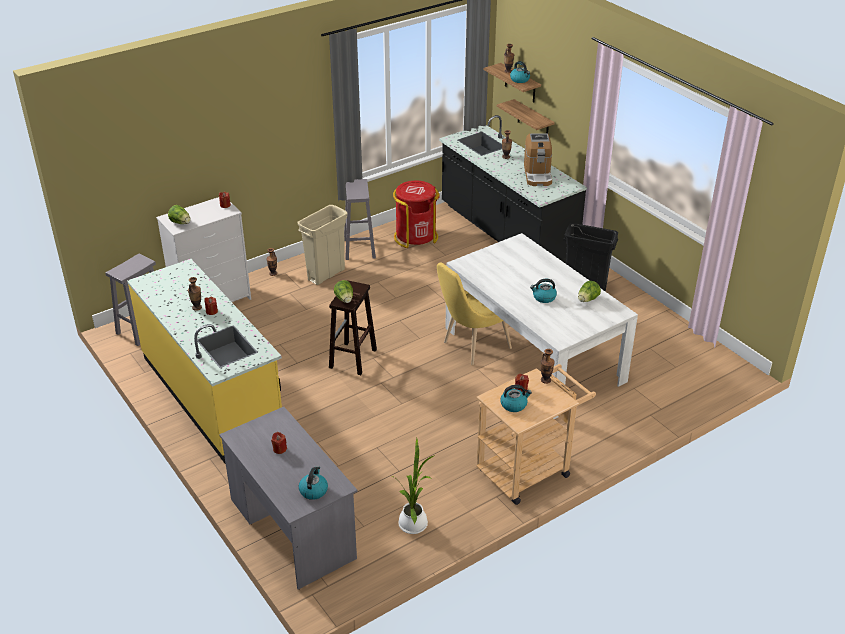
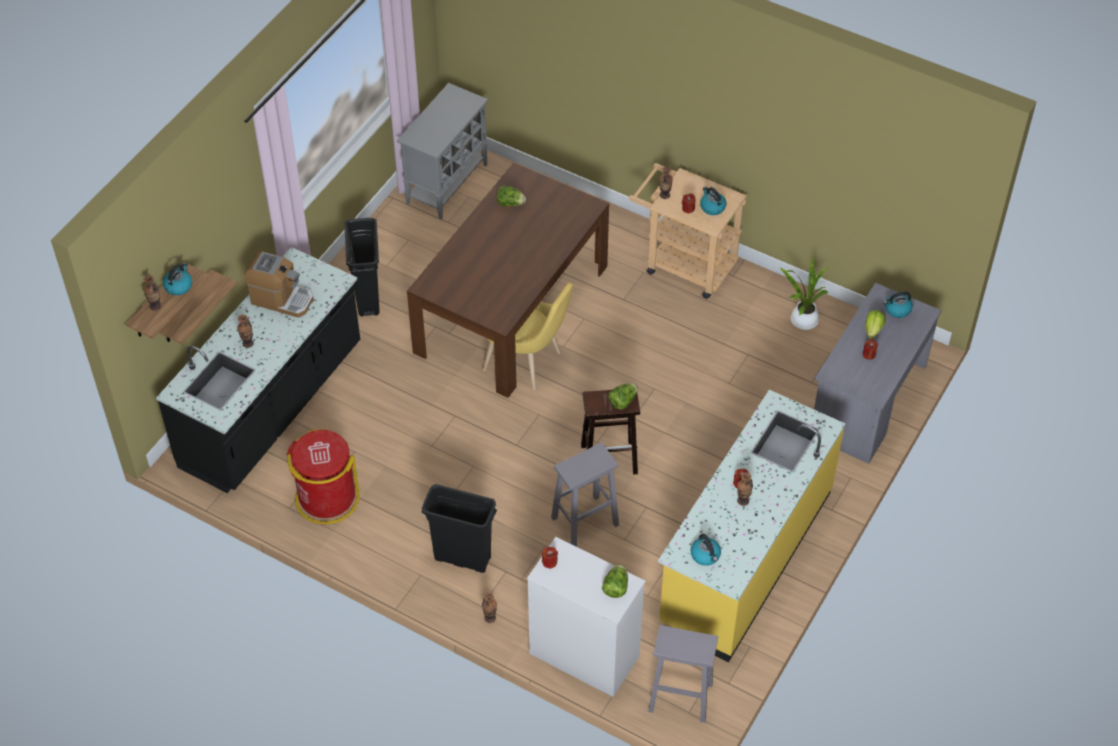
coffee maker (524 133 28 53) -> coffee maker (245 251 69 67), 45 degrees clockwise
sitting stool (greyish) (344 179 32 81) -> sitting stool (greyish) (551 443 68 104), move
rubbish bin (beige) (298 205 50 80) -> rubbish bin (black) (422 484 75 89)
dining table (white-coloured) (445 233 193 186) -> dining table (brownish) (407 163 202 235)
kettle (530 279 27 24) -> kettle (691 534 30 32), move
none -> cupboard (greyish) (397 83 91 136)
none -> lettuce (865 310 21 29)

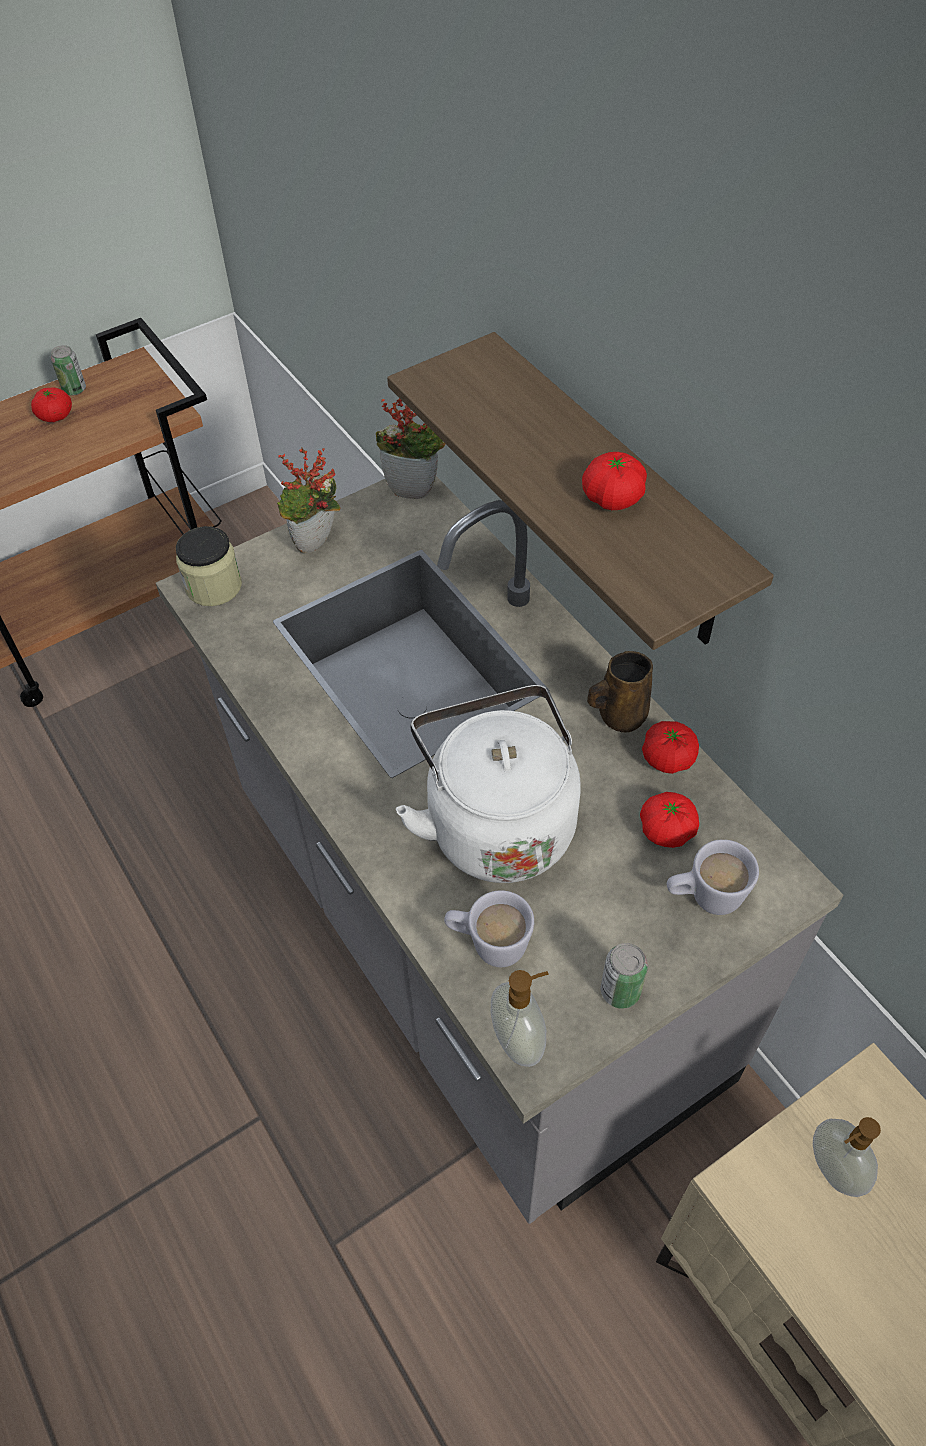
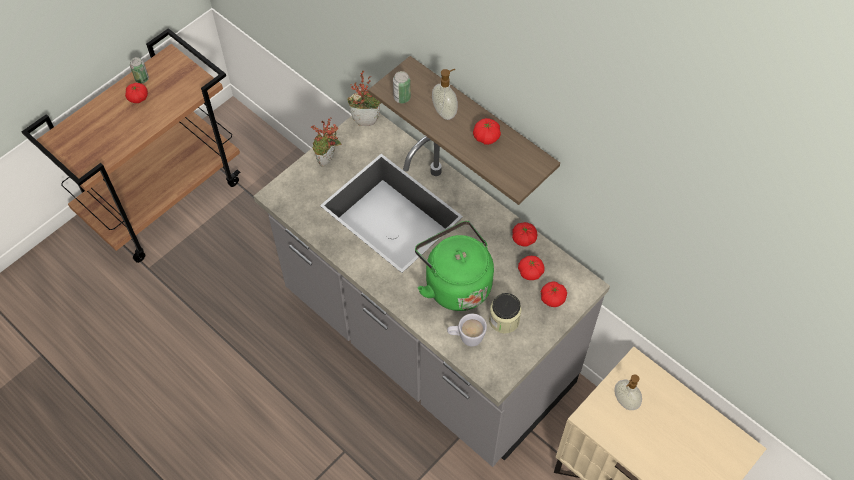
preserve jar (176 526 66 80) -> preserve jar (489 293 33 41), move
tea mug (brownish) (587 651 66 82) -> none
kettle (white-coloured) (396 685 185 198) -> kettle (greenish) (415 221 79 90)
tea mug (white-coloured) (667 839 92 76) -> fresh tomato (541 281 26 26)
sealed can (601 943 47 66) -> sealed can (393 71 18 32), move
liquid soap bottle (491 970 58 97) -> liquid soap bottle (432 69 26 51), move

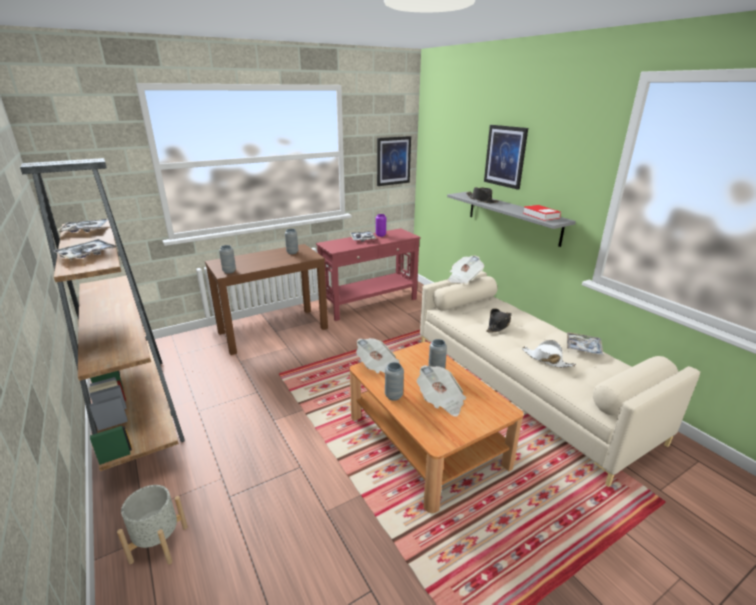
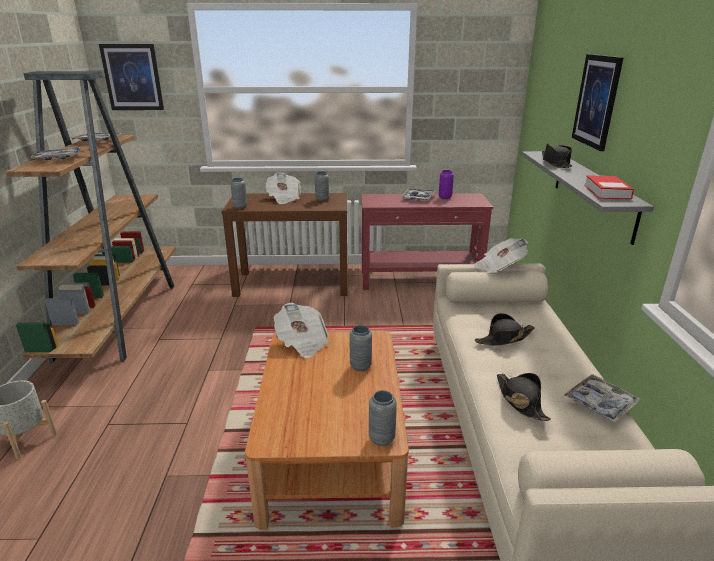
wall picture (377 136 34 50) -> wall picture (99 44 65 66), move
hat (white-coloured) (522 340 54 28) -> hat (black) (497 373 54 48)
decorative vase (greyish) (385 362 19 39) -> decorative vase (greyish) (369 390 28 56), move
newspaper (417 365 49 52) -> newspaper (265 173 36 31), move

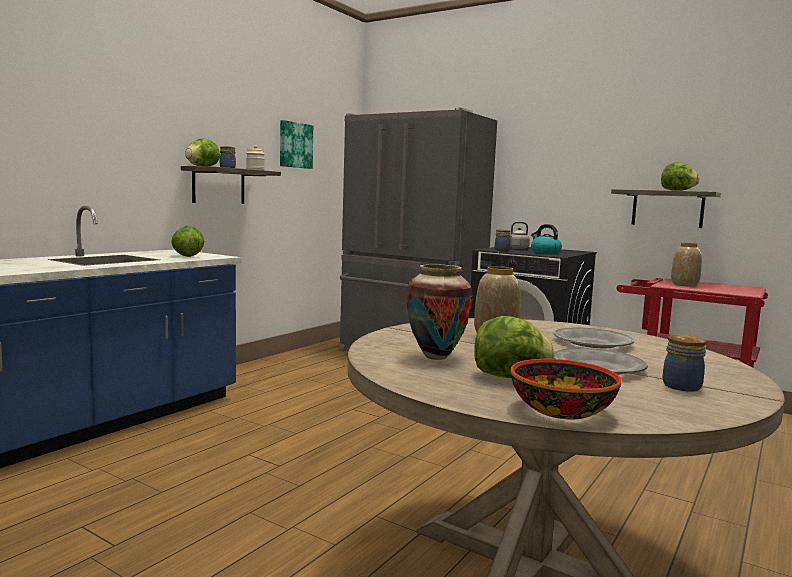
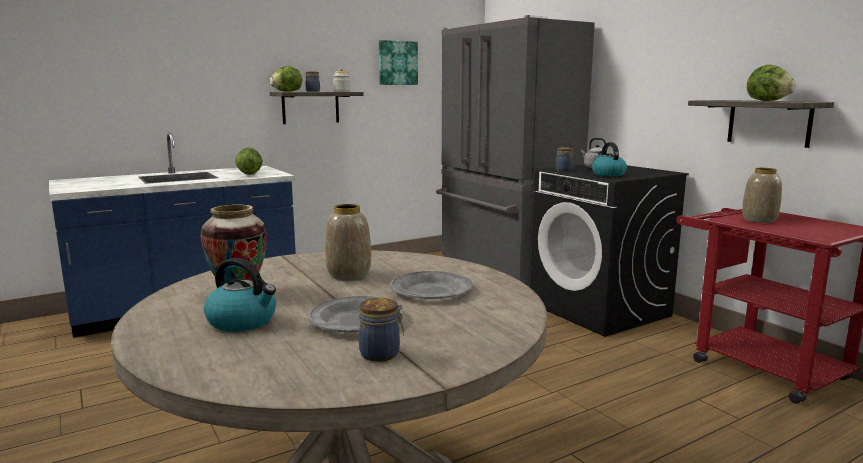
lettuce (474 316 81 62) -> kettle (204 258 72 74)
bowl (511 359 110 60) -> none

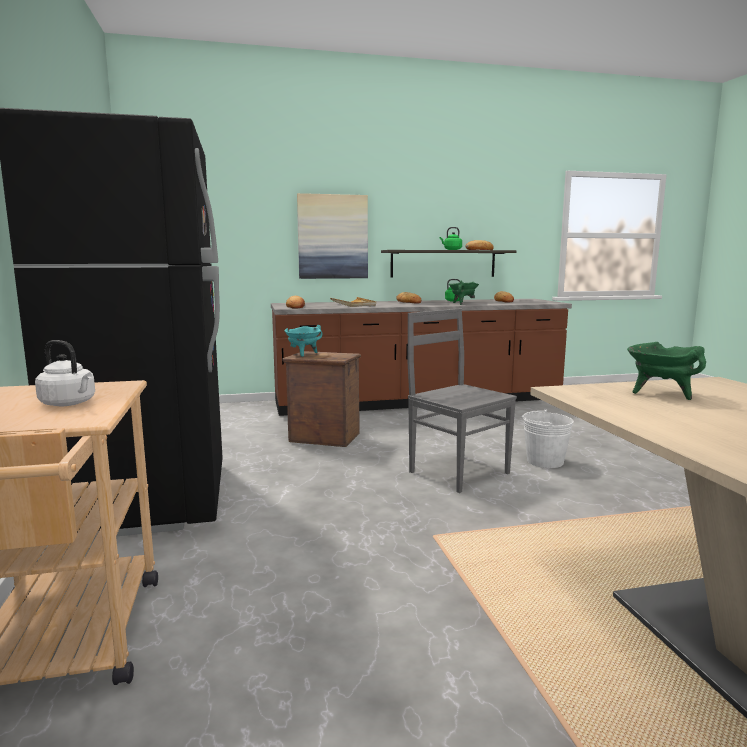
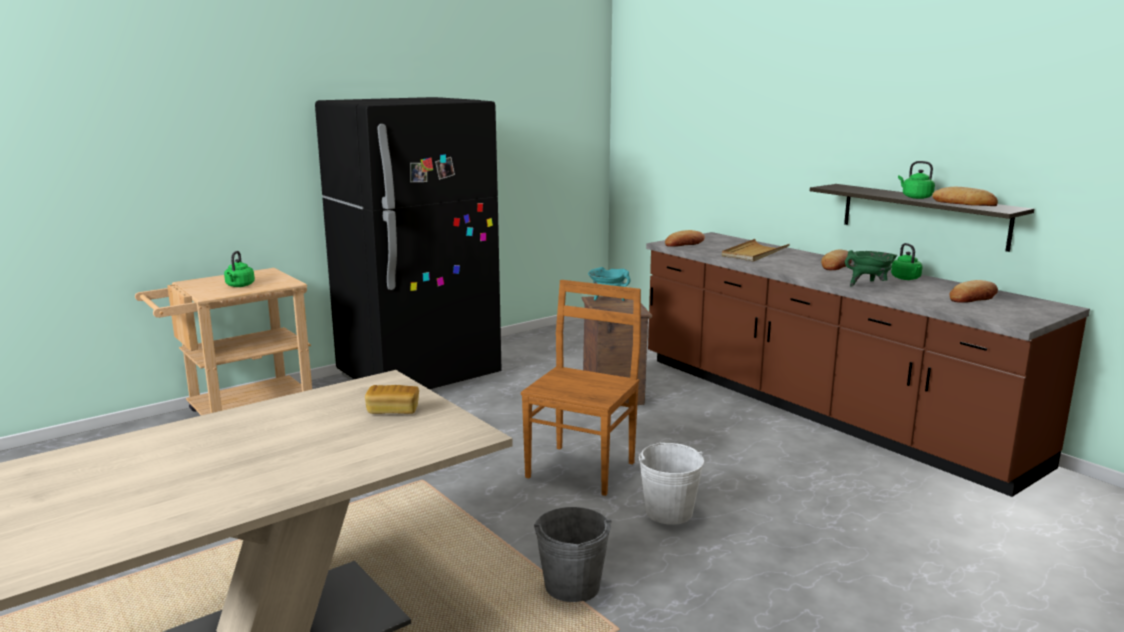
wall picture (297 193 71 86) -> none
upright chair (greyish) (408 309 109 184) -> upright chair (brownish) (521 280 120 216)
kettle (white-coloured) (35 340 60 66) -> kettle (greenish) (224 251 31 36)
stockpot (greenish) (627 342 79 58) -> bakery bread (365 385 54 29)
none -> pail (greyish) (534 507 77 95)

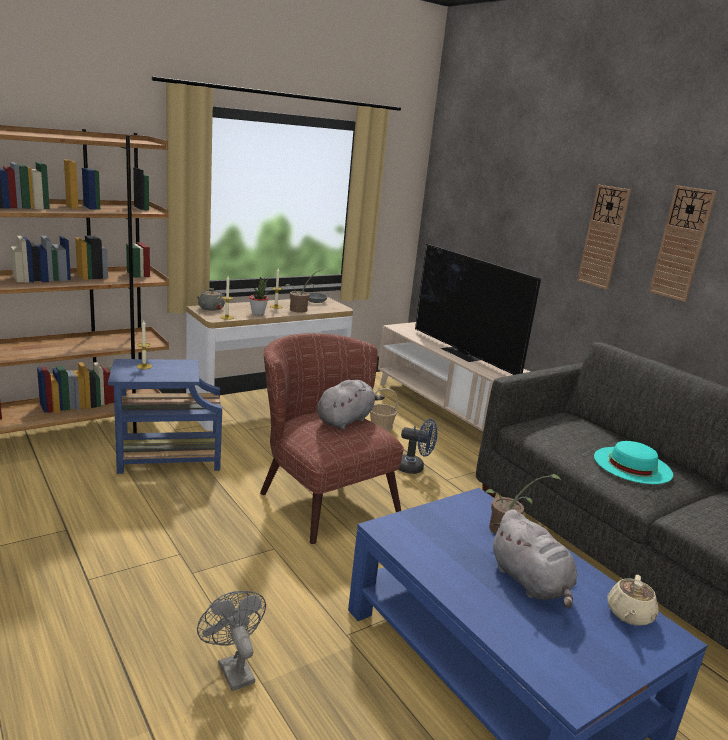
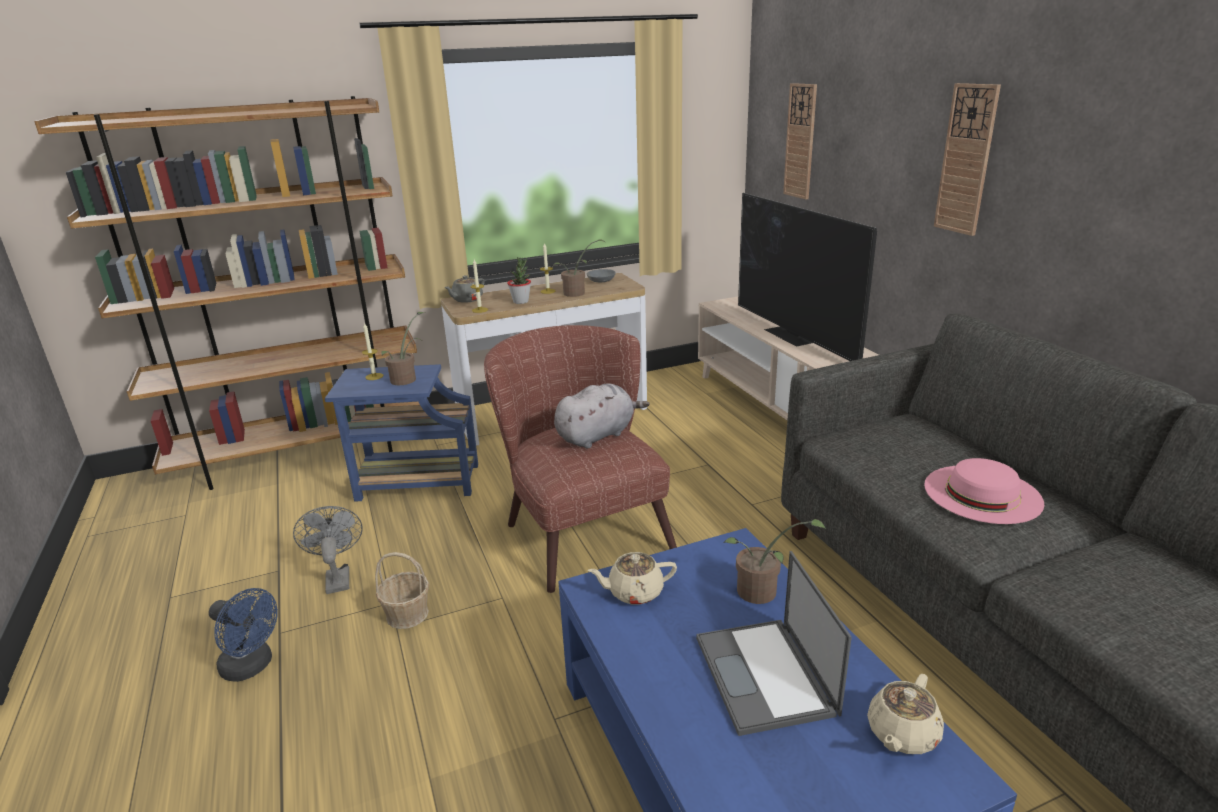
hanging clock (649 186 68 116) -> hanging clock (783 83 34 117), move
basket (370 388 28 43) -> basket (375 552 54 77), move
electric fan (blue-coloured) (398 419 39 55) -> electric fan (blue-coloured) (209 588 69 94), move
hat (blue-green) (594 441 79 43) -> hat (pinkish) (924 458 120 66)
plush toy (greyish) (491 509 86 100) -> portable computer (696 551 156 185)
electric fan (greyish) (197 591 69 100) -> electric fan (greyish) (293 506 70 88), move
none -> plant in a pot (381 312 46 73)
none -> teapot (beige) (587 552 90 53)

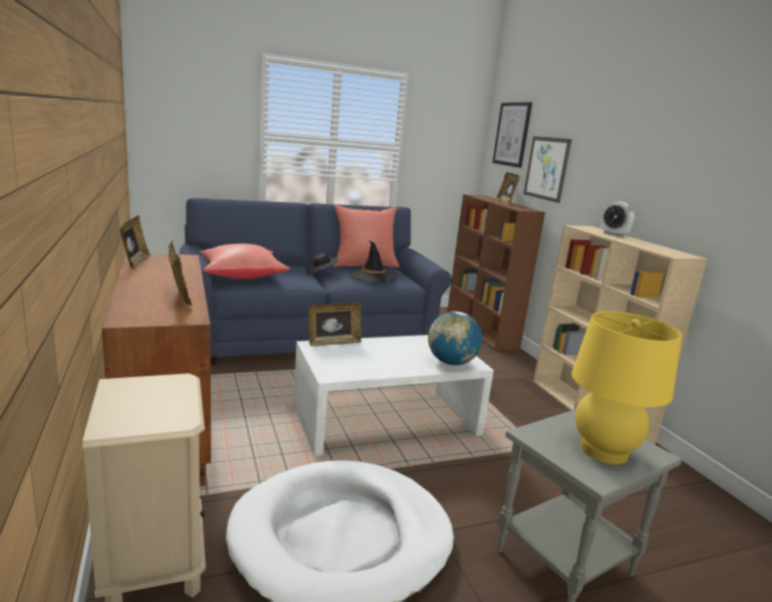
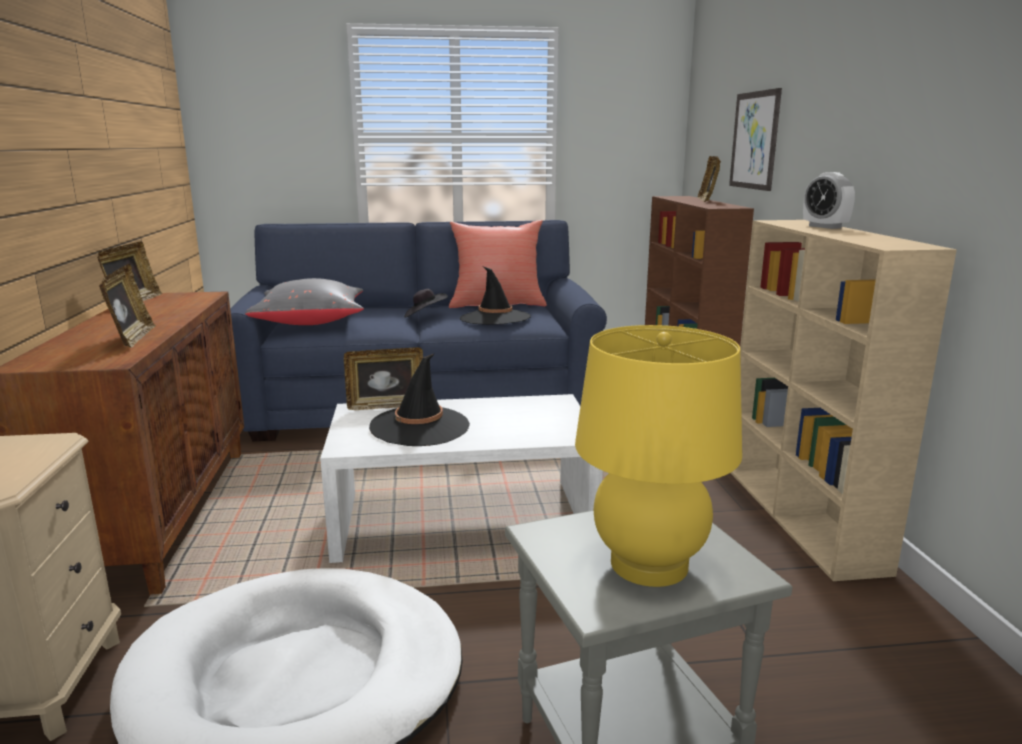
wall picture (492 102 40 66) -> none
throw pillow (red-coloured) (200 244 90 35) -> throw pillow (greyish) (245 278 119 47)
desk globe (428 311 54 54) -> none
none -> hat (black) (369 353 101 93)

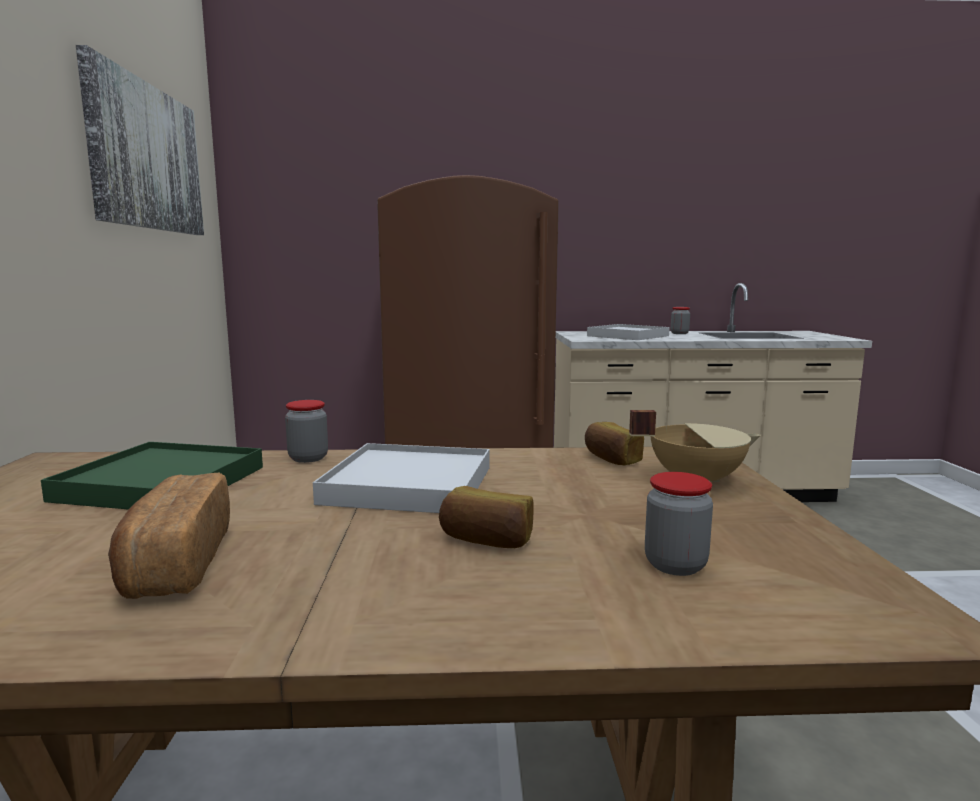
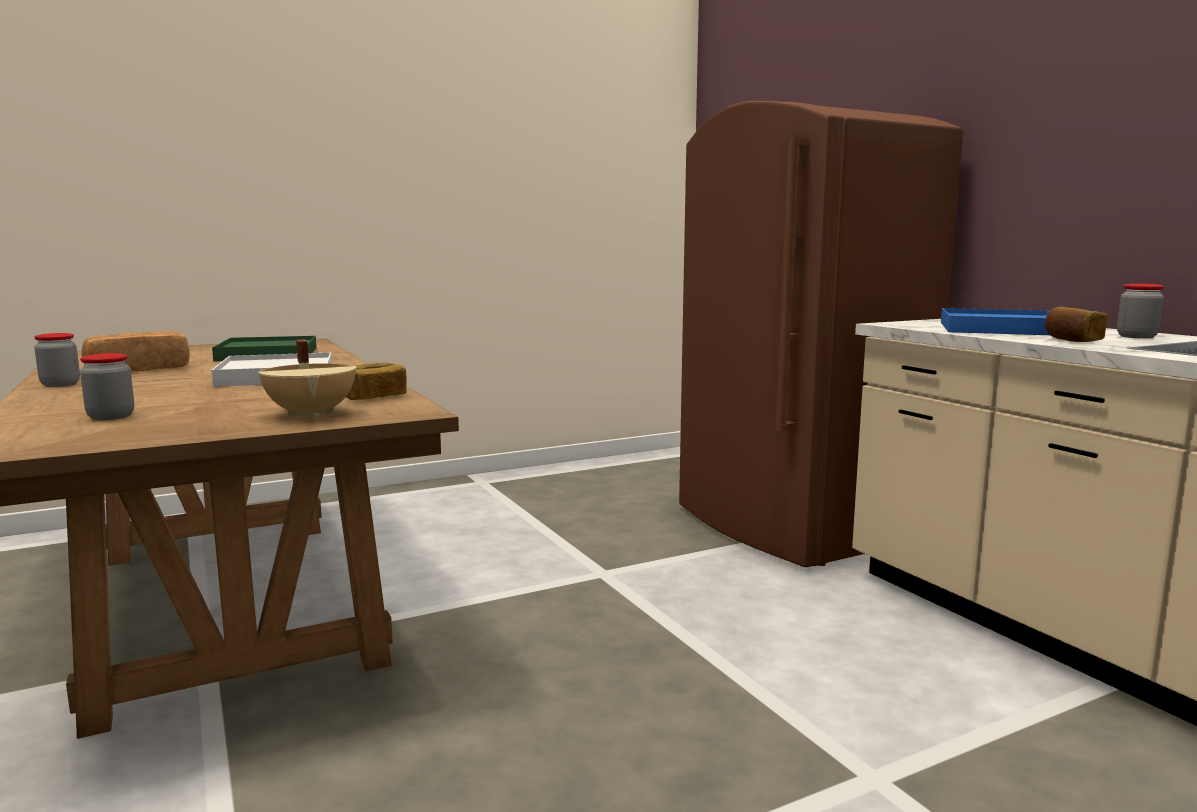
wall picture (76 45 128 190) -> none
serving tray (white-coloured) (587 324 83 16) -> serving tray (blue-coloured) (941 308 108 27)
preserve jar (285 400 43 63) -> preserve jar (34 333 46 54), move
bakery bread (439 486 95 62) -> bakery bread (1045 307 63 35), move

